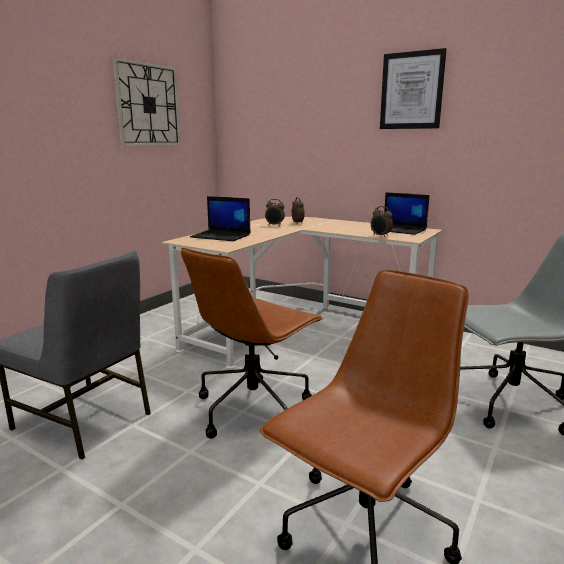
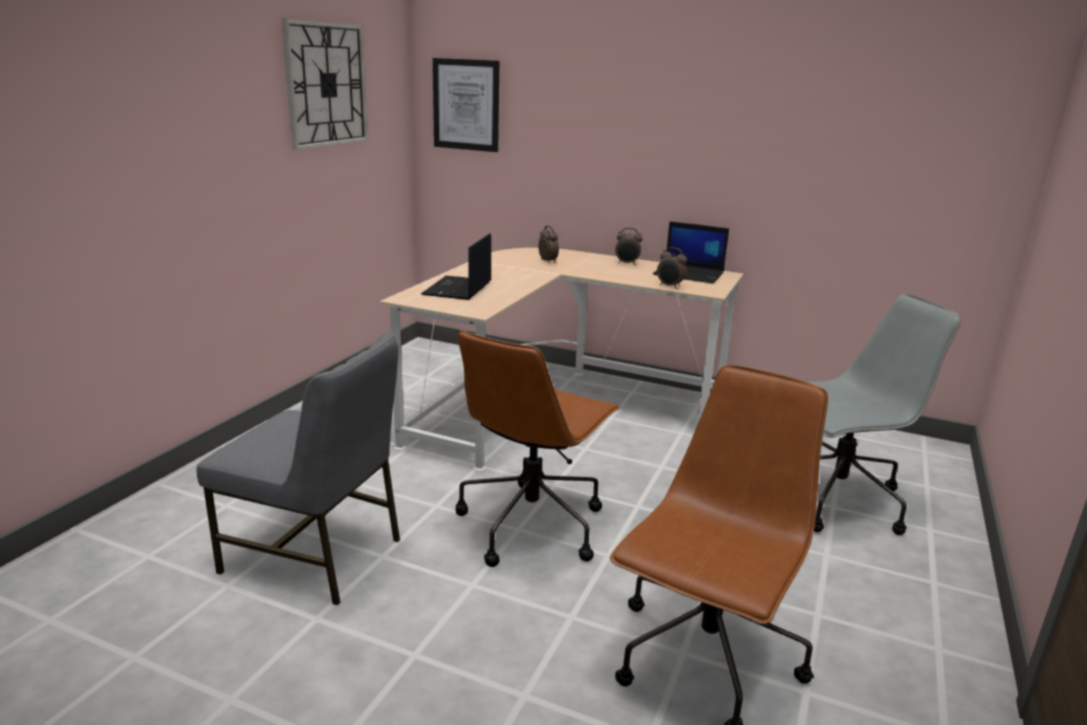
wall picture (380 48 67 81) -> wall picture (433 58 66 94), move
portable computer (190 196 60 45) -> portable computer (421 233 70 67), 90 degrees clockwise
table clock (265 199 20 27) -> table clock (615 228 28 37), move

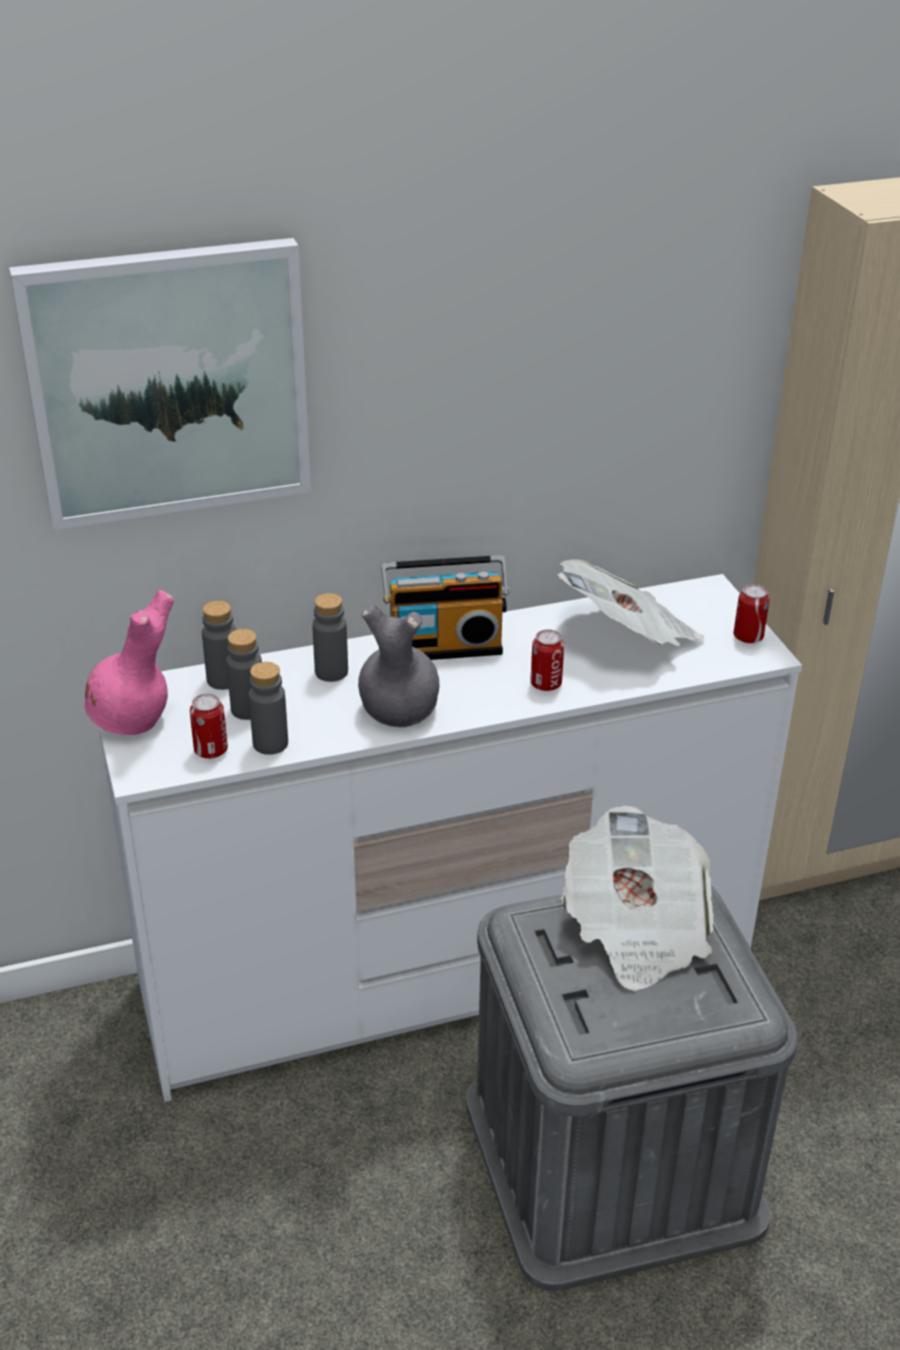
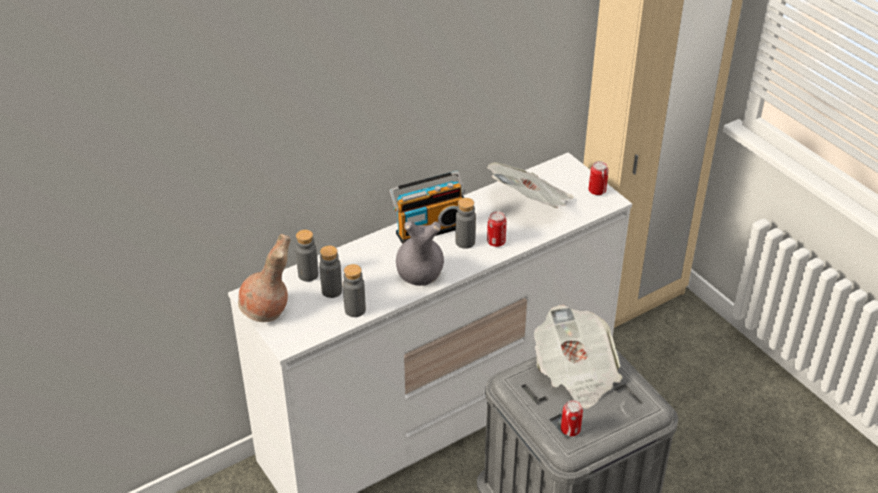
wall picture (9 238 302 292) -> none
decorative vase (pinkish) (84 590 90 145) -> decorative vase (brownish) (238 234 52 88)
beverage bottle (greyish) (312 593 36 89) -> beverage bottle (greyish) (455 198 21 51), move
sealed can (190 694 38 64) -> sealed can (561 400 22 36), move

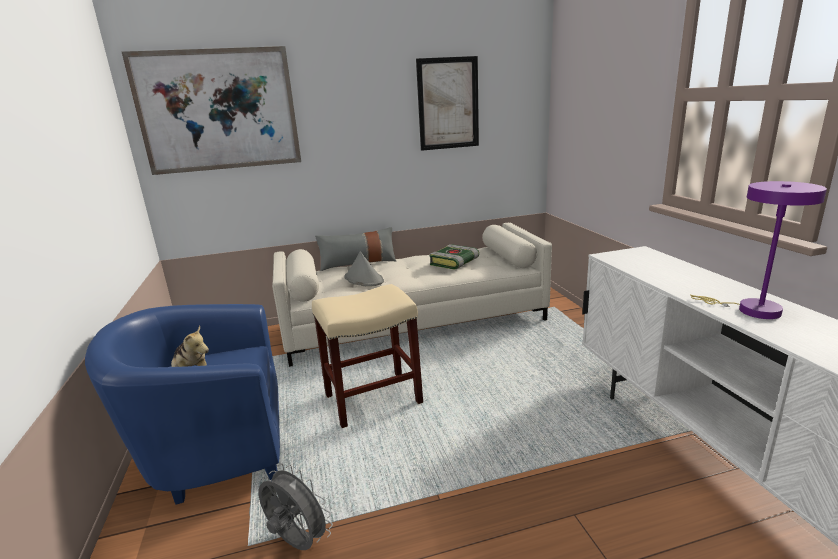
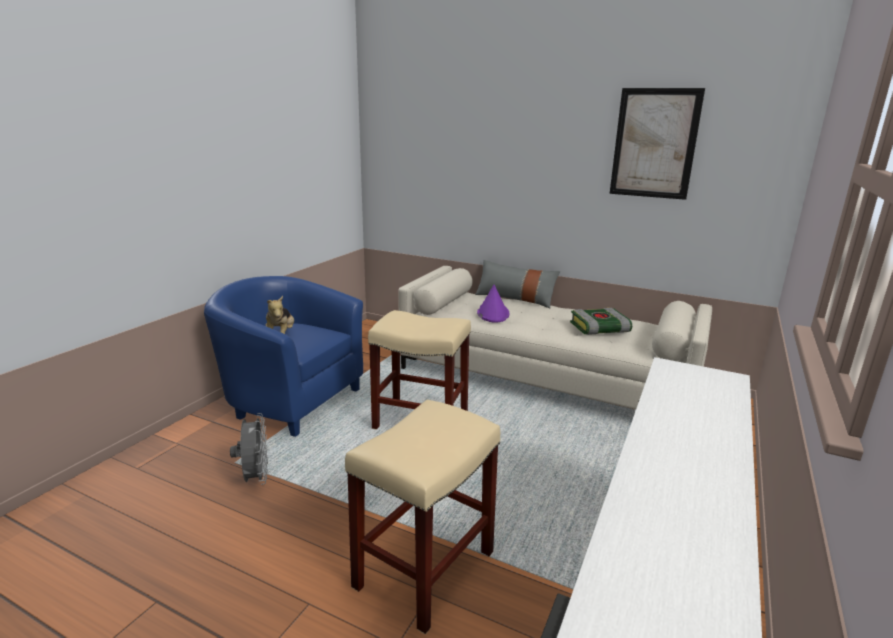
wall picture (122 46 179 129) -> none
table lamp (purple-coloured) (690 181 137 138) -> none
hat (greyish) (344 252 40 34) -> hat (purple-coloured) (477 285 33 37)
none -> sitting stool (beige) (345 400 155 235)

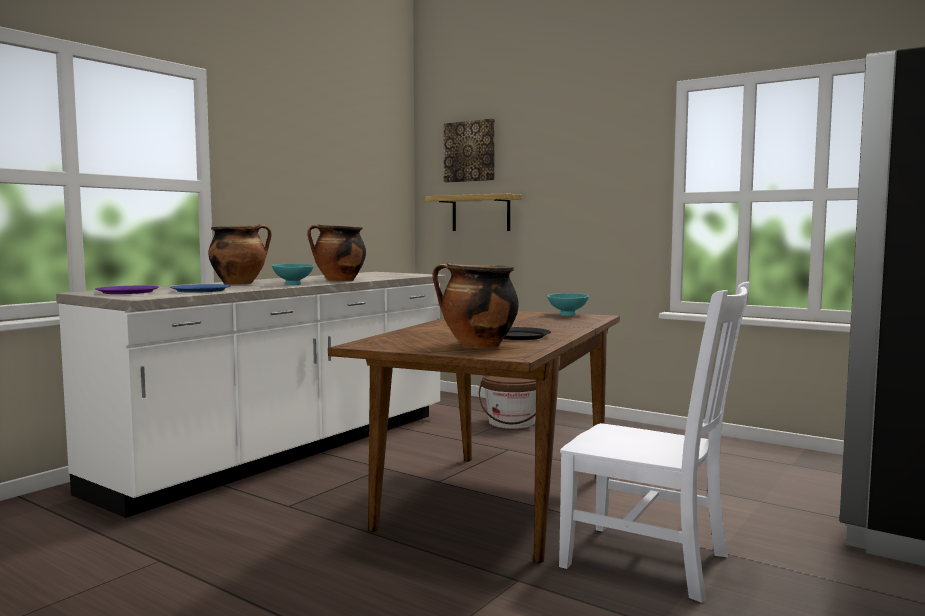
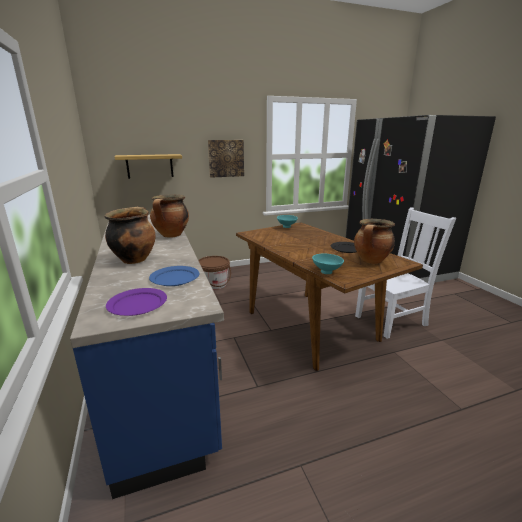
wall picture (444 119 51 63) -> wall picture (208 140 36 38), move
bowl (blue-green) (272 264 42 21) -> bowl (blue-green) (312 254 32 20), move
kitchen counter (white-coloured) (56 272 390 246) -> kitchen counter (blue-coloured) (70 214 154 285)

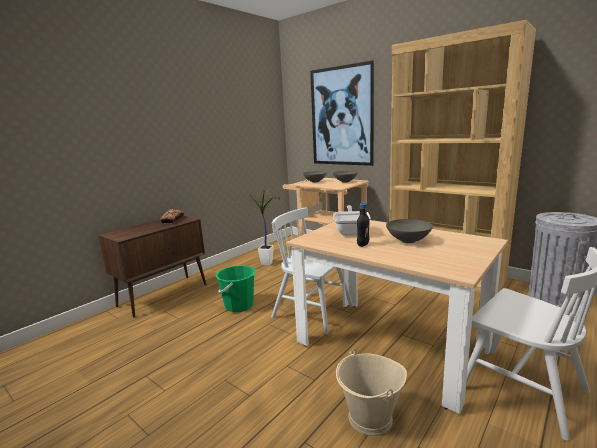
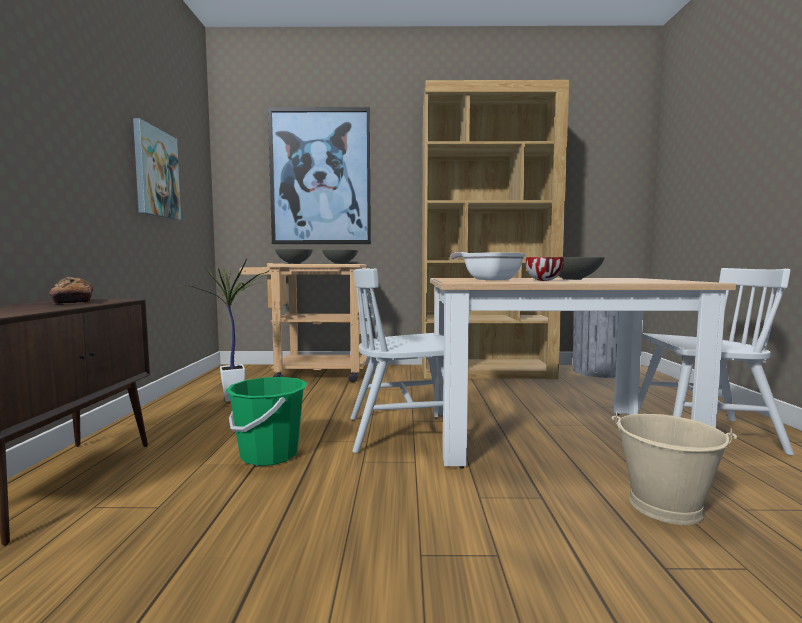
beverage bottle (black) (357 203 12 44) -> bowl (526 257 38 24)
none -> wall picture (133 118 48 102)

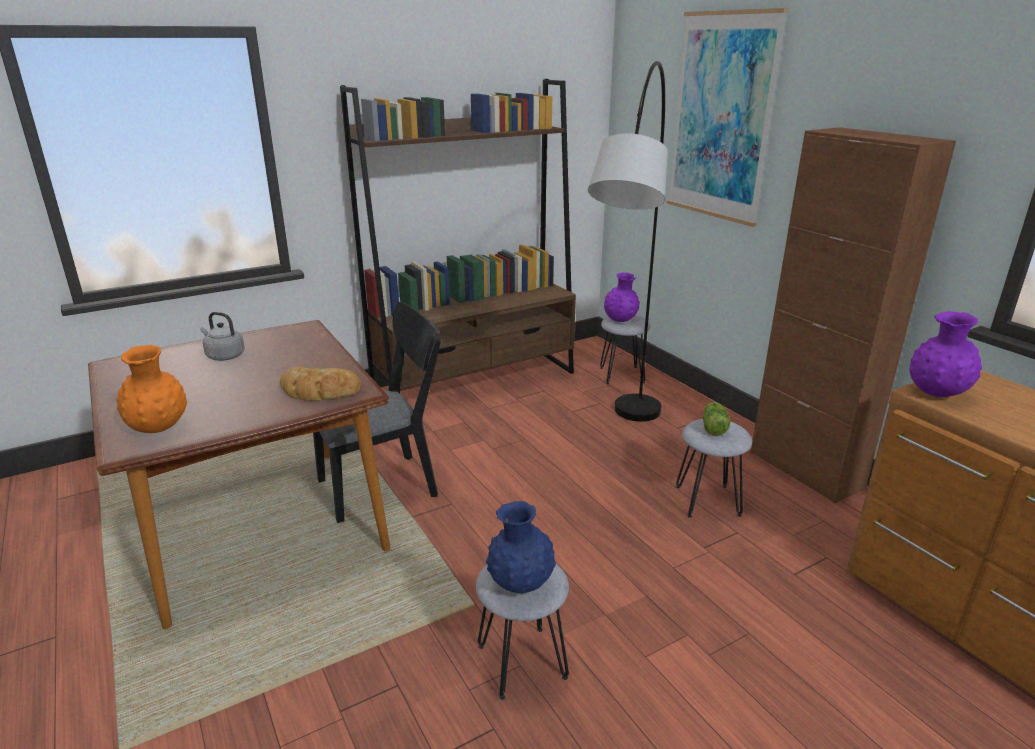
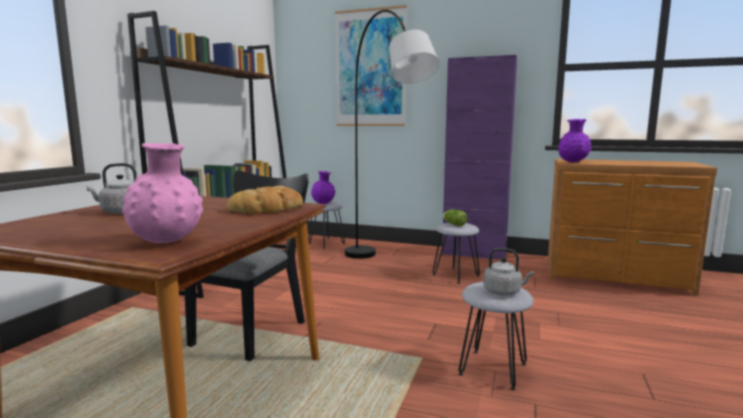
cupboard (brownish) (750 127 206 376) -> cupboard (purple-coloured) (442 55 75 205)
decorative vase (orange) (116 345 71 88) -> decorative vase (pinkish) (122 143 81 100)
decorative vase (blue-coloured) (486 501 70 92) -> kettle (greyish) (483 248 51 47)

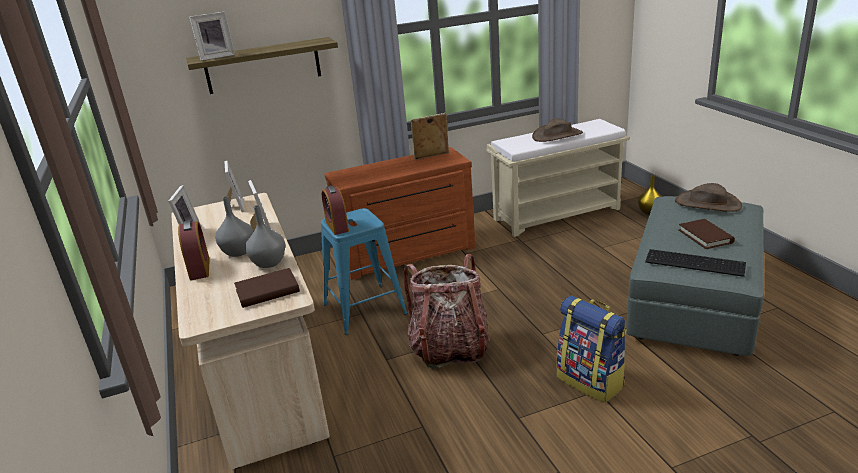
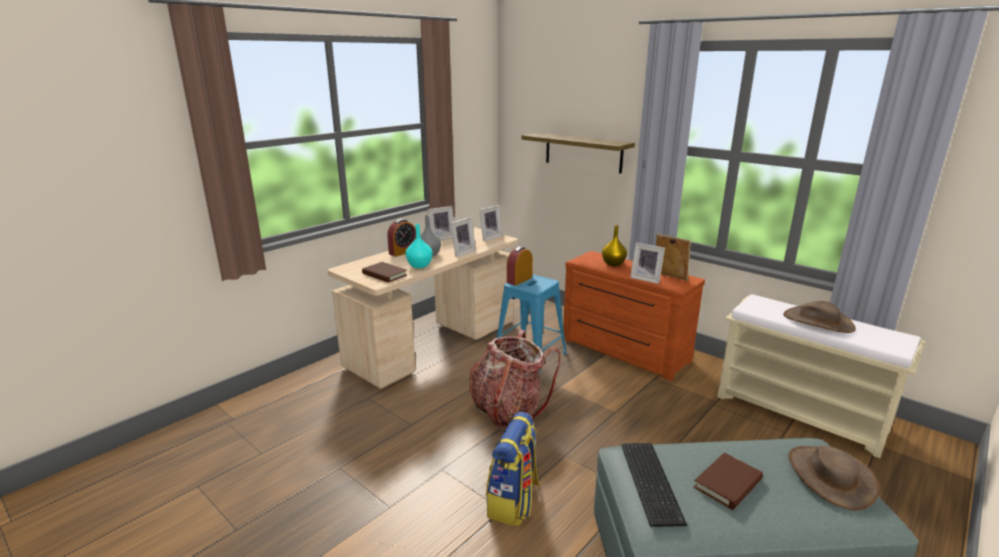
picture frame (189 11 46 50) -> picture frame (630 242 35 42), move
decorative vase (yellow-coloured) (638 175 24 40) -> decorative vase (yellow-coloured) (602 225 25 41), move
decorative vase (greyish) (245 205 41 63) -> decorative vase (blue-green) (406 224 26 44)

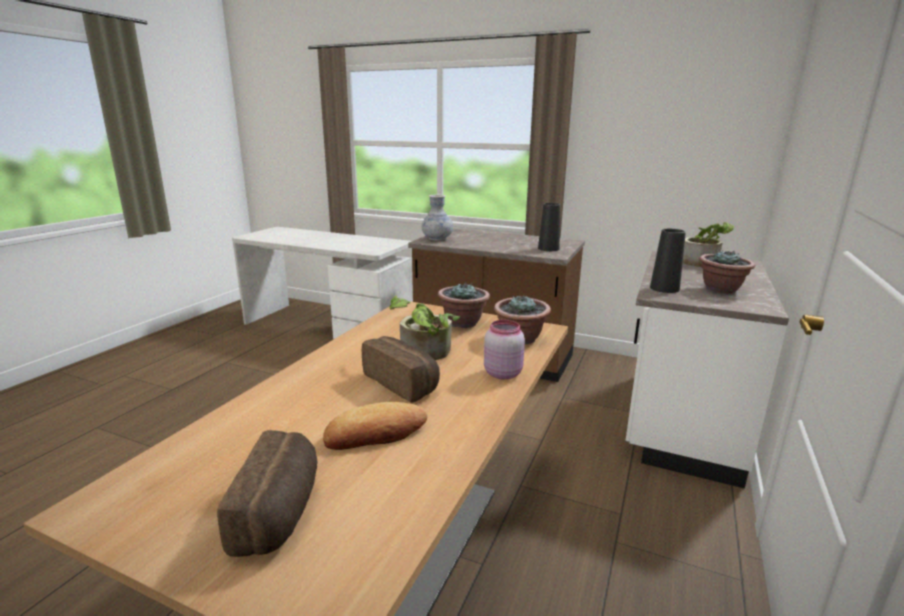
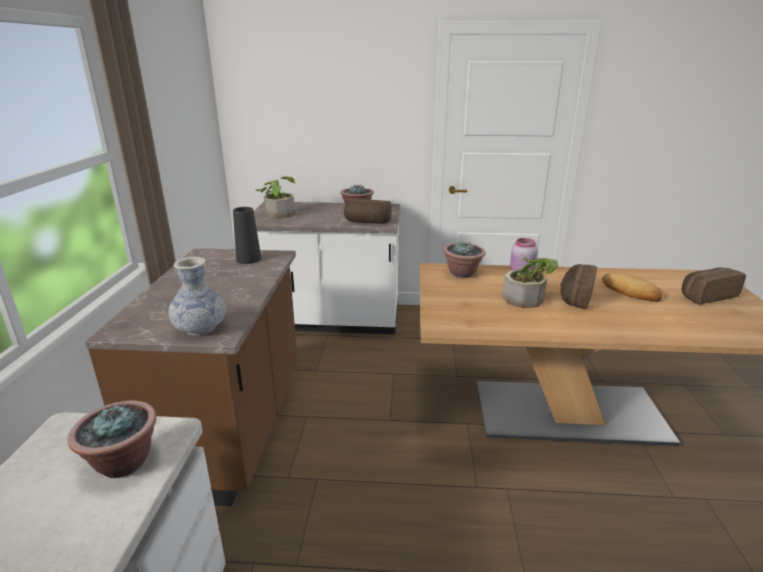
decorative vase (black) (650 229 36 64) -> bakery bread (344 199 48 25)
plant in a pot (438 282 52 46) -> plant in a pot (67 400 90 78), move

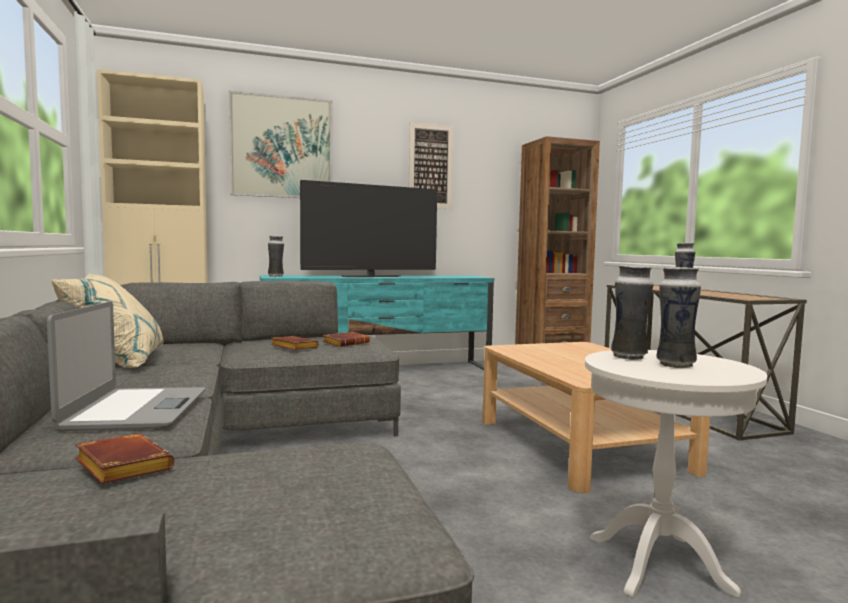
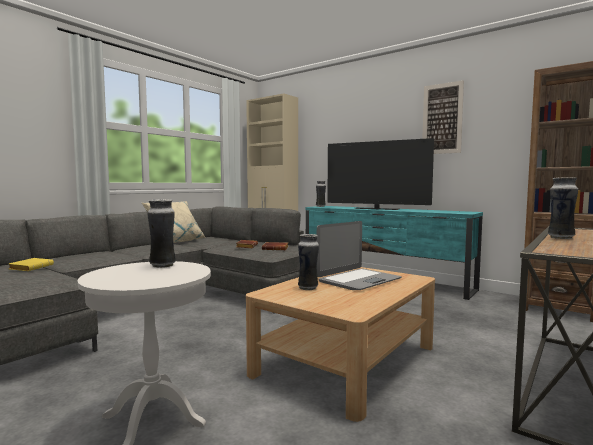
wall picture (229 90 103 108) -> none
decorative vase (656 267 45 101) -> decorative vase (298 234 21 56), move
portable computer (47 301 158 130) -> portable computer (317 221 85 69), move
book (brownish) (75 434 99 50) -> book (yellow-coloured) (8 258 46 13)

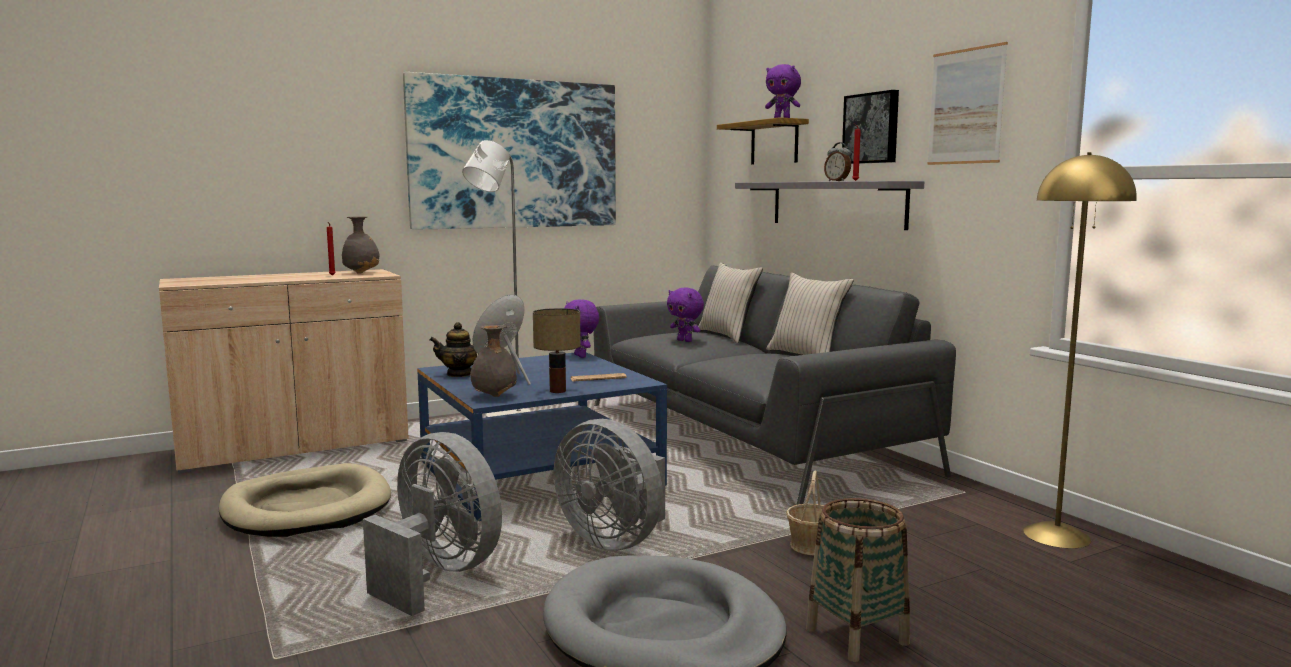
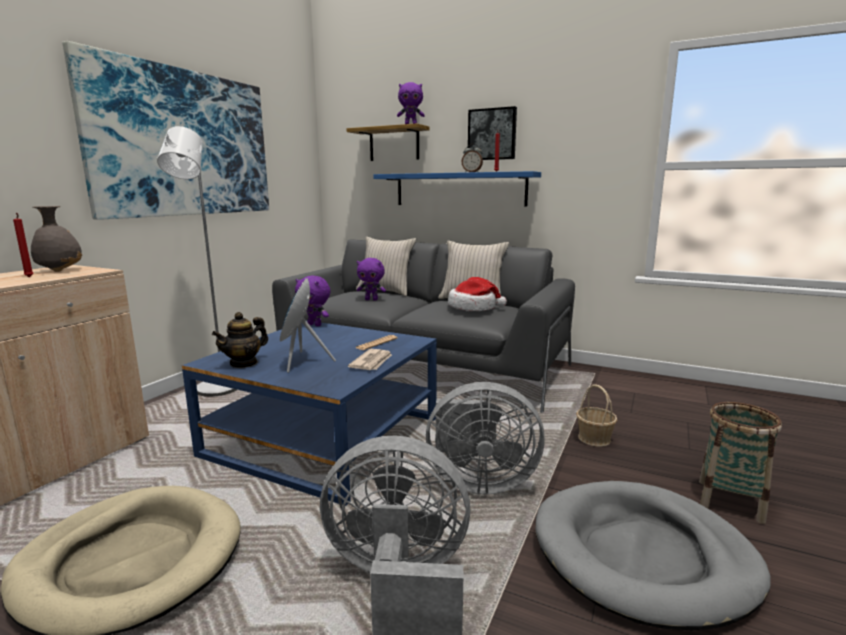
wall picture (927 42 81 123) -> none
standing lamp (yellow-coloured) (1023 152 114 396) -> none
wall shelf (greyish) (735 181 189 49) -> wall shelf (blue-coloured) (373 171 168 36)
table lamp (533 308 48 85) -> newspaper (348 349 44 21)
decorative vase (greyish) (470 325 46 72) -> none
none -> hat (448 277 59 34)

